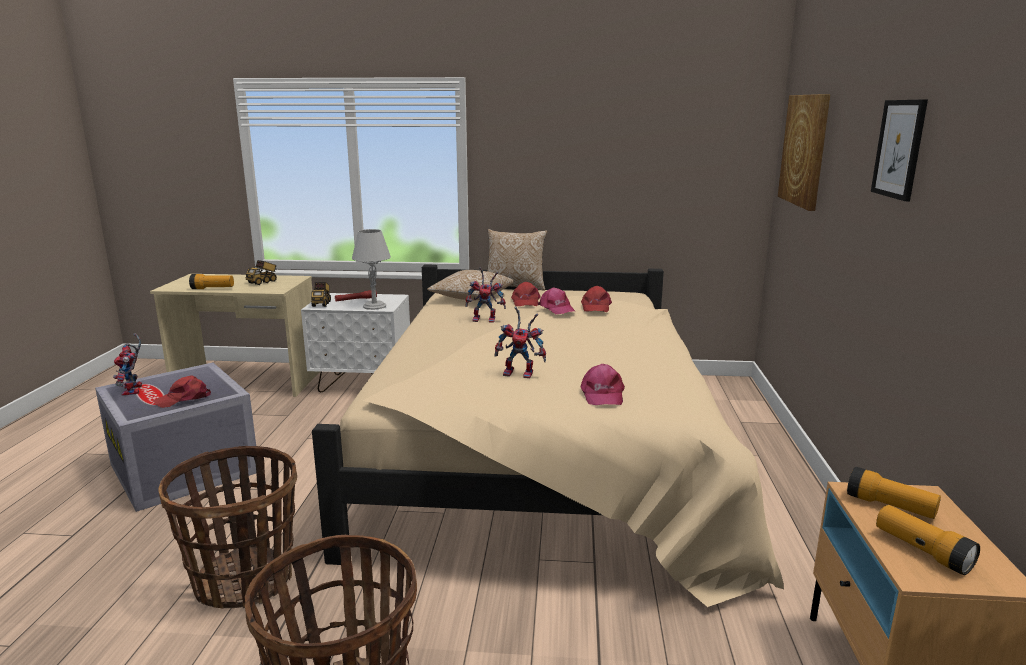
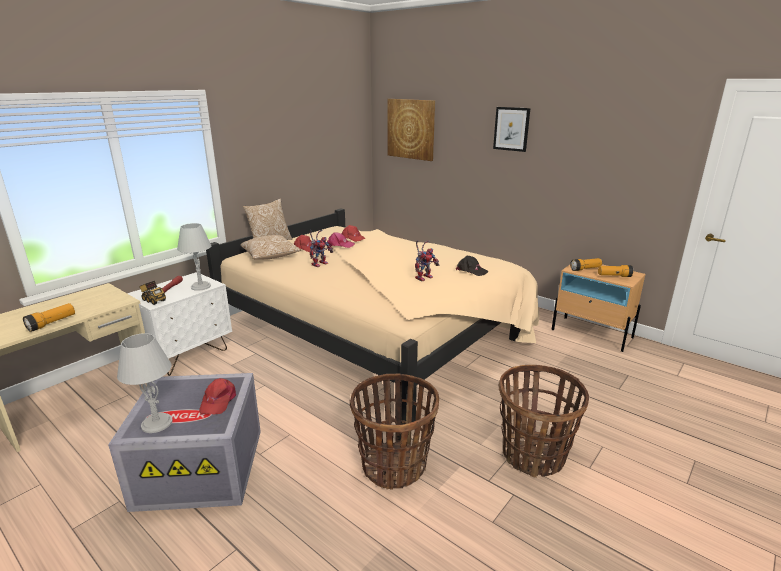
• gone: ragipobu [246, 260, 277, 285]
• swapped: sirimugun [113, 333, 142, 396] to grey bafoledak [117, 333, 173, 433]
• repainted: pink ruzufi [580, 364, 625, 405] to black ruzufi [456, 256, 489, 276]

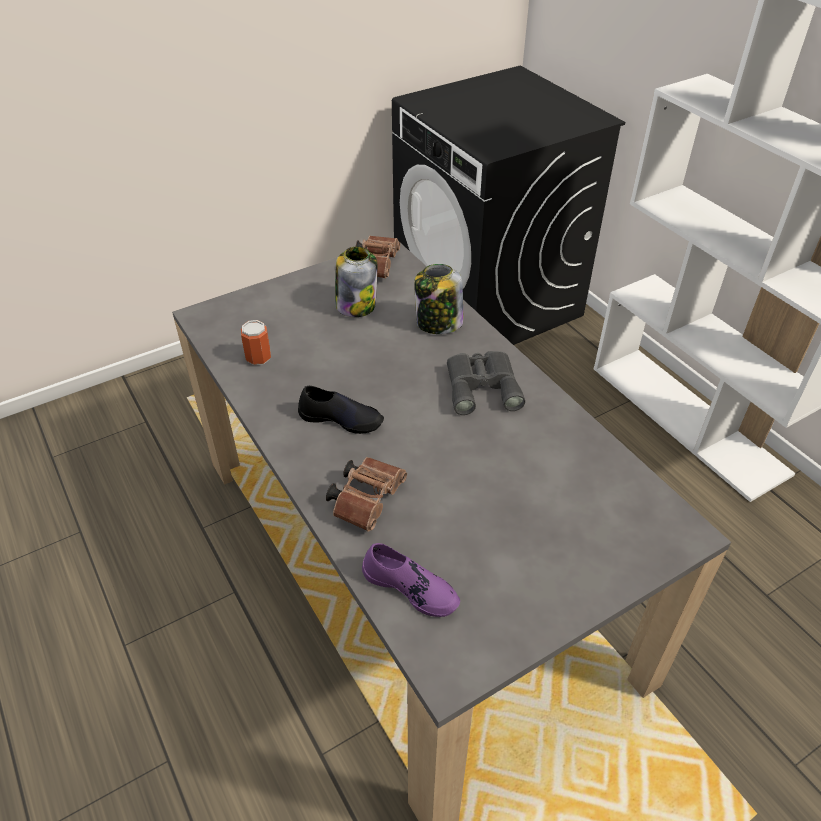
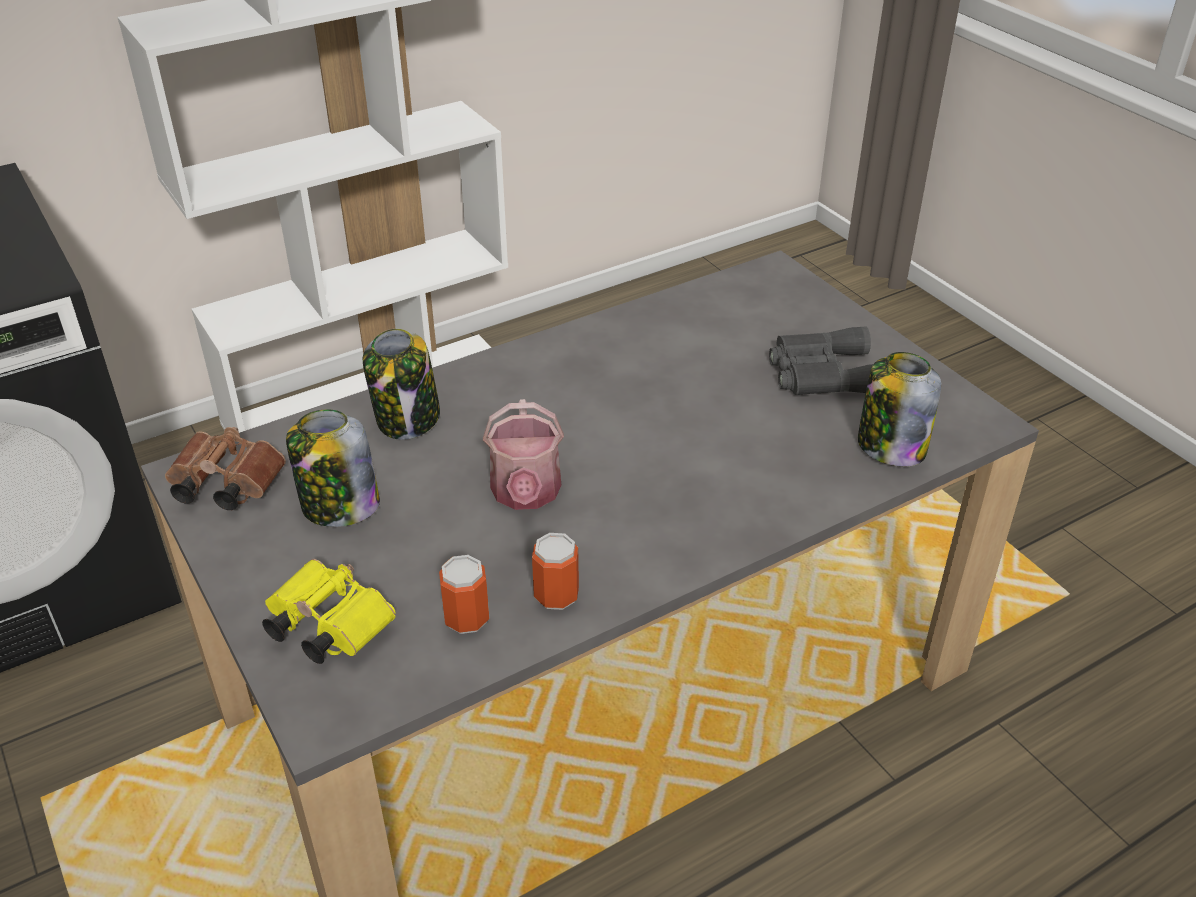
• shifted: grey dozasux [447, 351, 525, 415] to [769, 327, 873, 395]
• gone: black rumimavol [298, 386, 384, 434]
• gone: brown dozasux [326, 457, 407, 531]
• swapped: purple rumimavol [362, 543, 460, 617] to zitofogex [858, 352, 941, 467]
• new: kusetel [483, 399, 564, 510]
• new: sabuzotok [532, 533, 579, 610]
• new: yellow dozasux [262, 559, 396, 664]

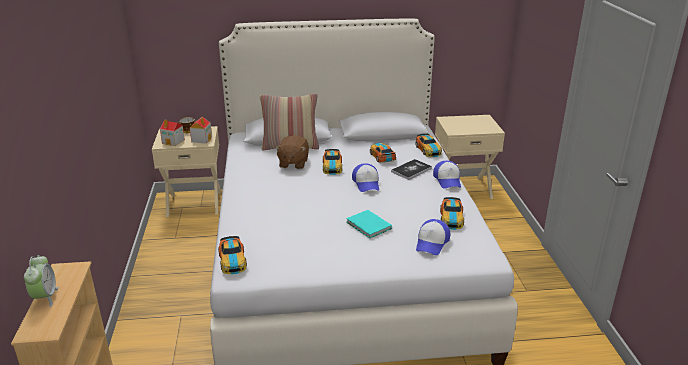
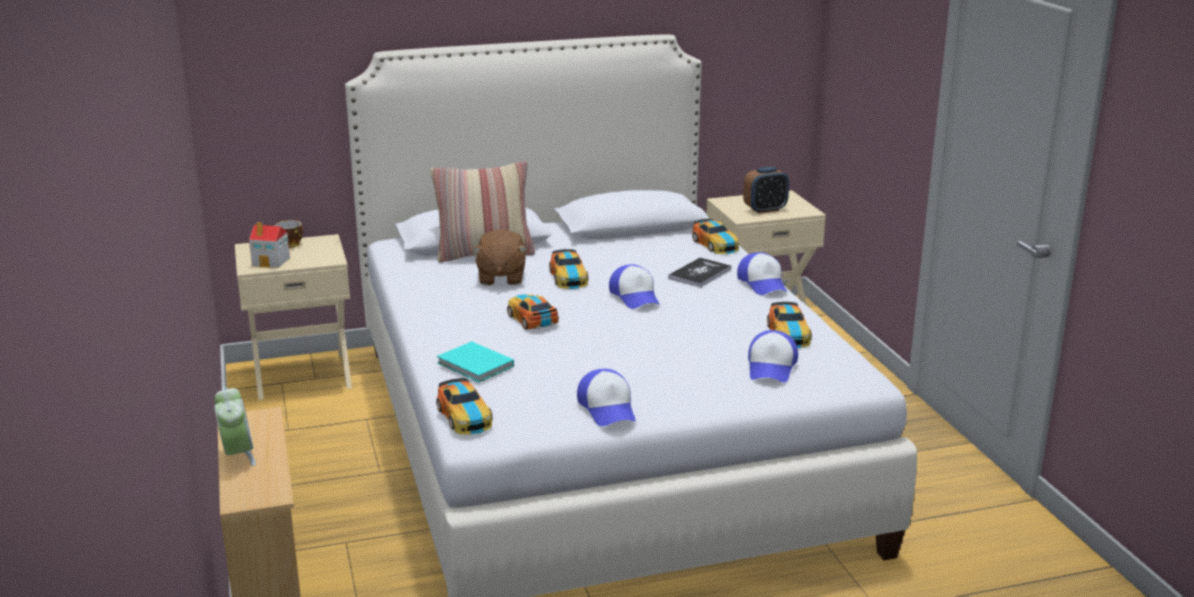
• gone: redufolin [190, 117, 212, 144]
• shifted: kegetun [370, 143, 396, 163] to [507, 294, 559, 329]
• shifted: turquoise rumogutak [346, 210, 392, 239] to [437, 341, 514, 382]
• new: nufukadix [743, 166, 789, 214]
• new: ruzufi [577, 369, 636, 426]

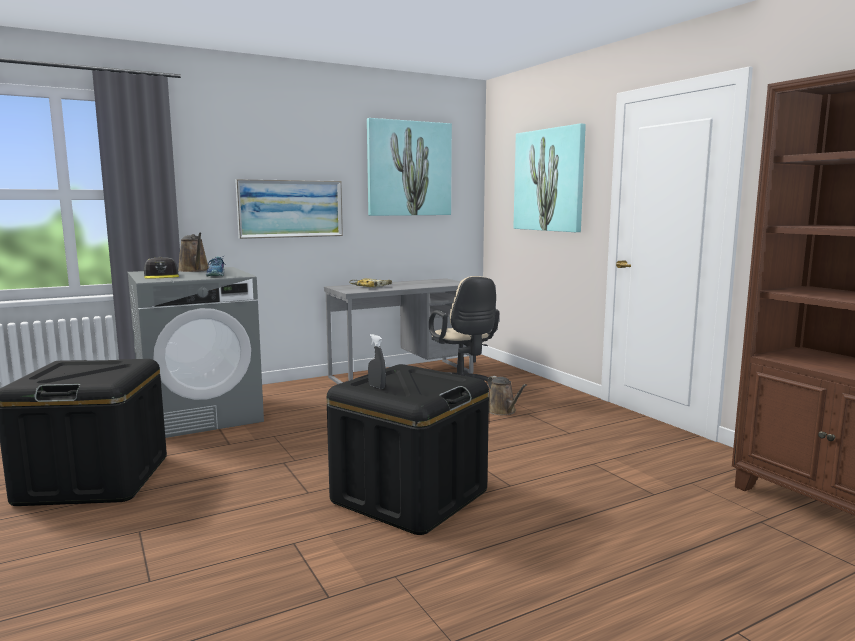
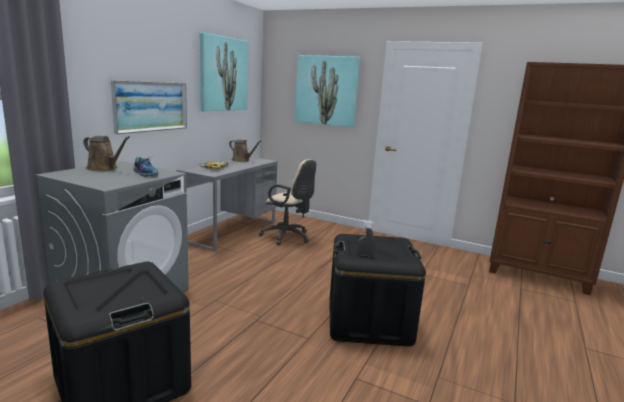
• gone: grey ruzufi [144, 257, 179, 279]
• shifted: brown kusetel [488, 376, 527, 415] to [229, 140, 262, 162]

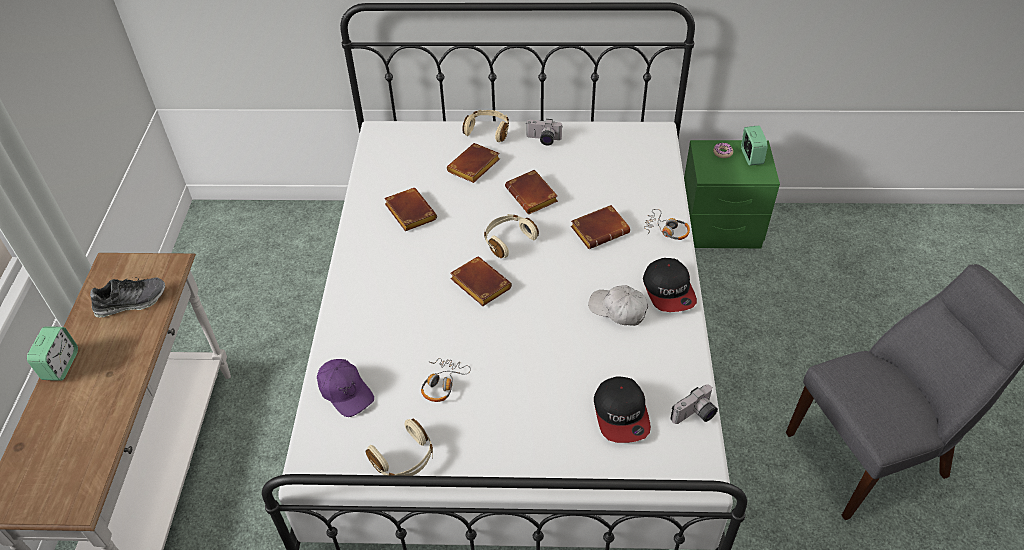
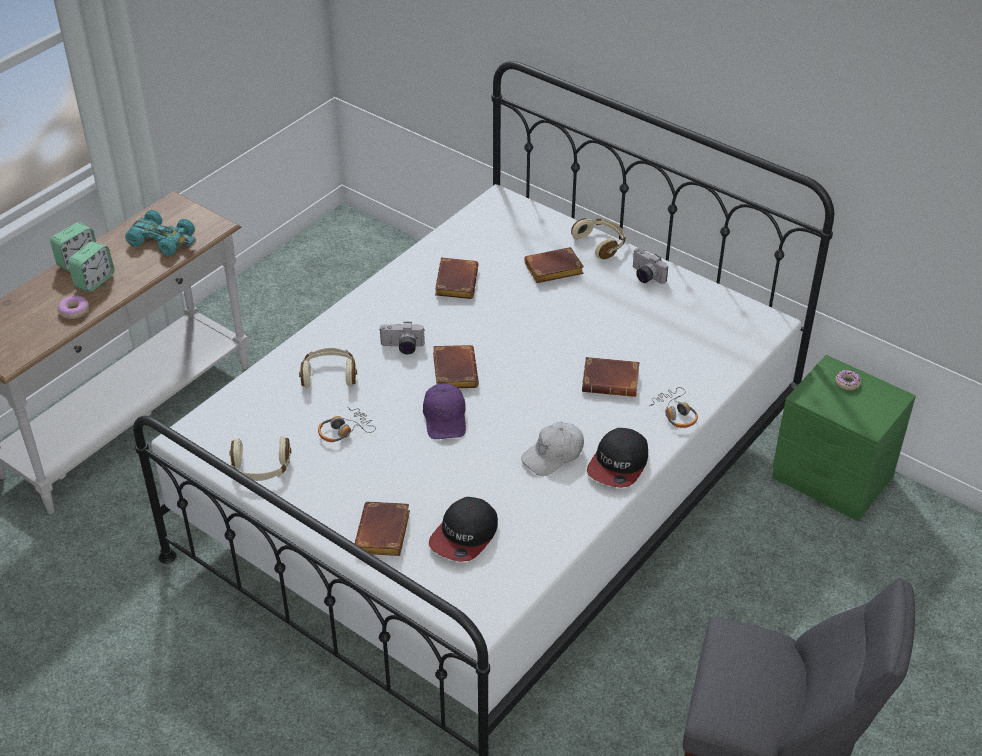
• shifted: nufukadix [741, 126, 768, 166] to [68, 241, 114, 292]
• shifted: brown rumogutak [505, 169, 558, 214] to [355, 502, 410, 556]
• shifted: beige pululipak [484, 214, 539, 258] to [299, 348, 357, 388]
• swapped: rumimavol [90, 278, 165, 318] to turquoise kegetun [125, 210, 195, 256]
• rotated: white ruzufi [588, 285, 648, 326] = [521, 422, 584, 476] 105 degrees counterclockwise
• shifted: purple ruzufi [317, 359, 374, 417] to [423, 383, 466, 439]
• shifted: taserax [671, 384, 718, 424] to [379, 322, 425, 354]
• new: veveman [57, 296, 89, 319]

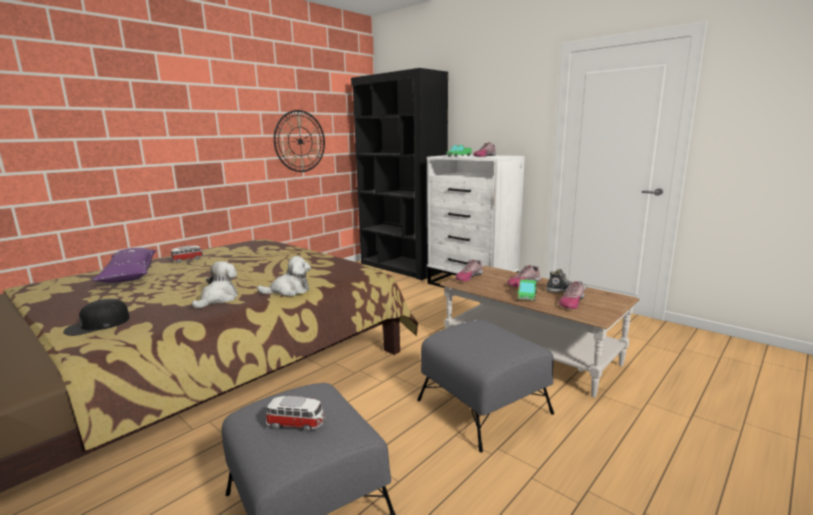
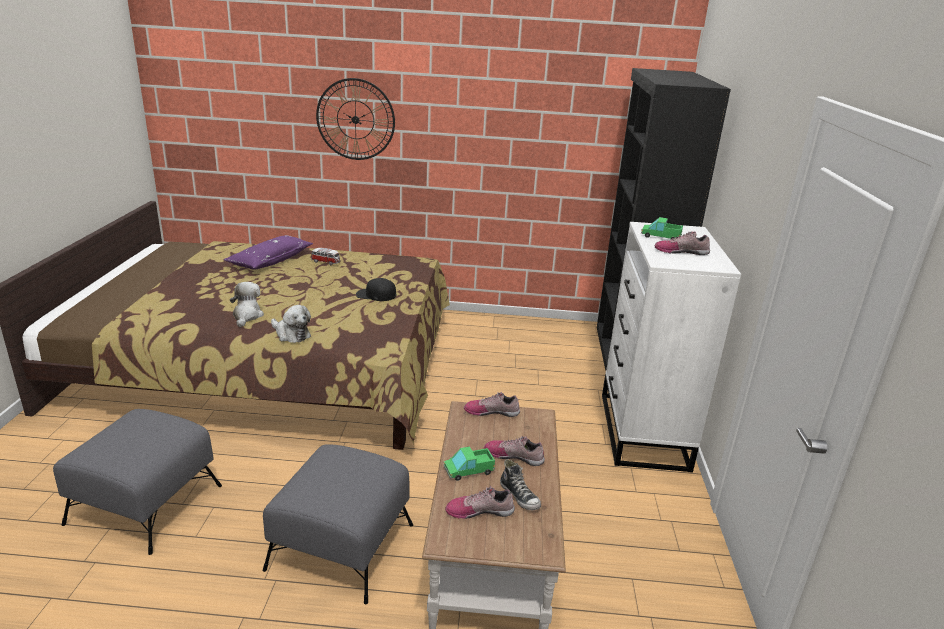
• shifted: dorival [274, 110, 325, 172] to [316, 78, 395, 160]
• rotated: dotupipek [192, 261, 238, 309] = [230, 282, 264, 327] 75 degrees counterclockwise
• shifted: black ruzufi [63, 299, 130, 336] to [356, 278, 396, 301]
• gone: kegetun [266, 396, 325, 432]

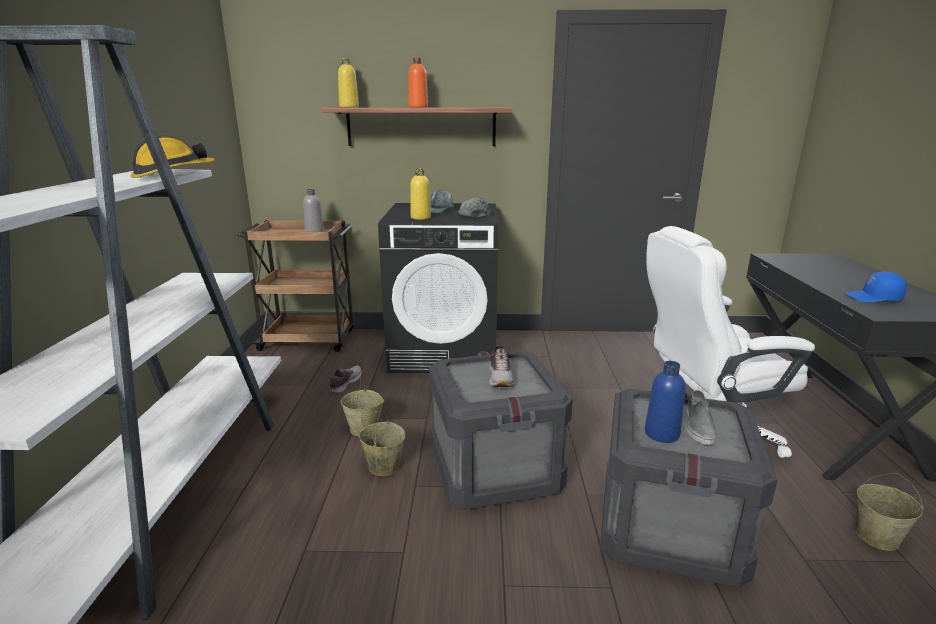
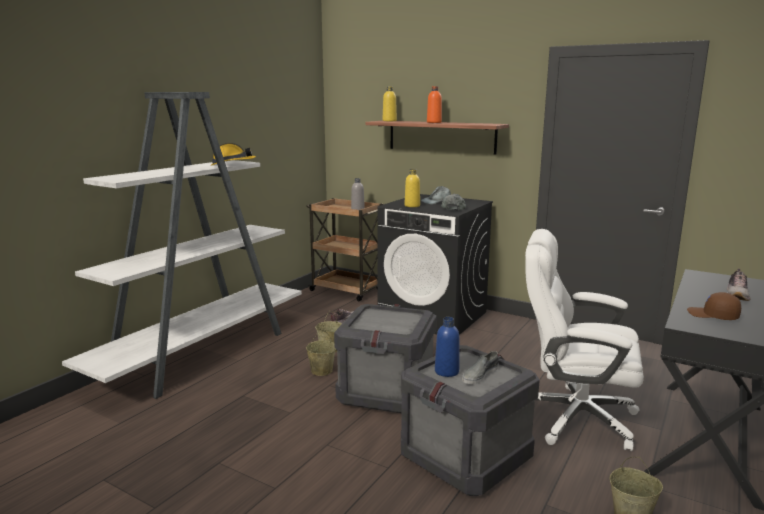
• repainted: blue ruzufi [845, 272, 907, 302] to brown ruzufi [687, 292, 741, 320]
• shifted: rumimavol [489, 342, 515, 387] to [727, 269, 750, 301]

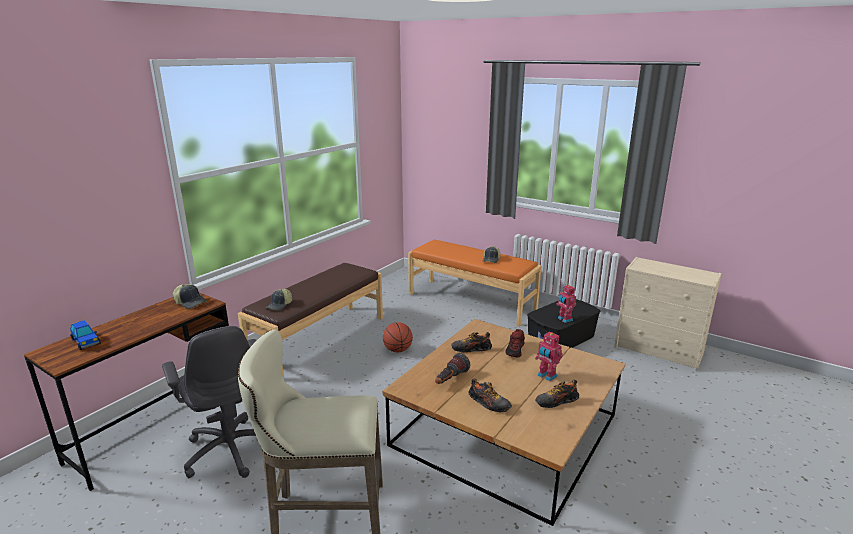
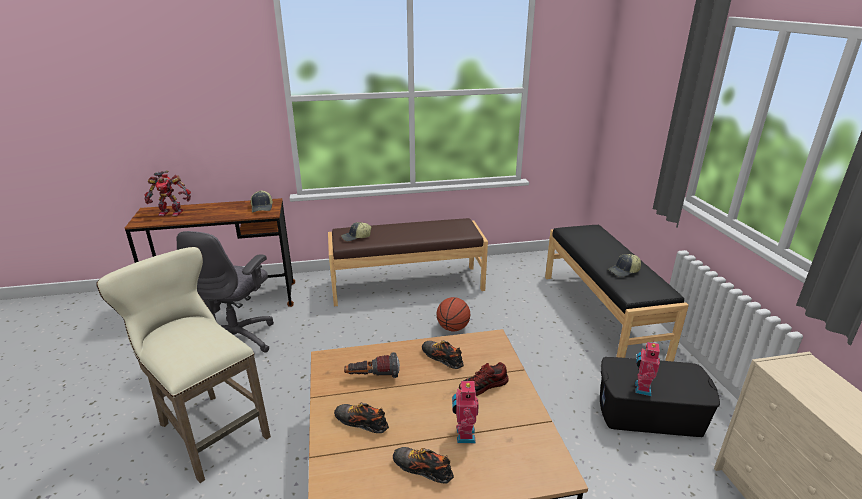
• repainted: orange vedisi [408, 239, 542, 326] to black vedisi [545, 225, 689, 362]
• swapped: kegetun [70, 320, 100, 350] to sirimugun [144, 170, 191, 216]
• rotated: rumimavol [468, 378, 512, 413] = [334, 402, 389, 433] 120 degrees clockwise

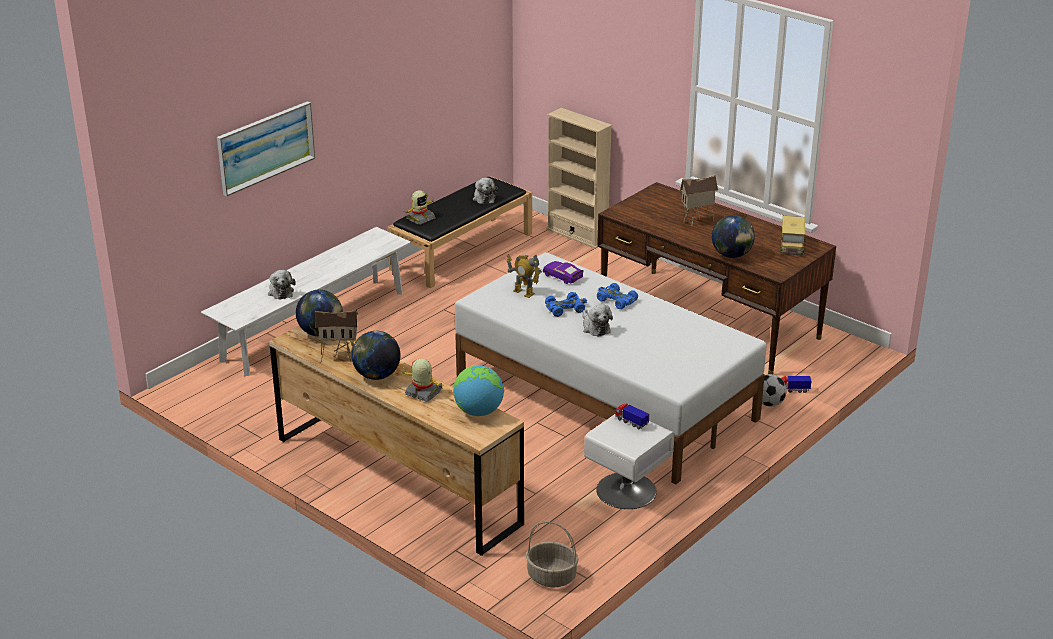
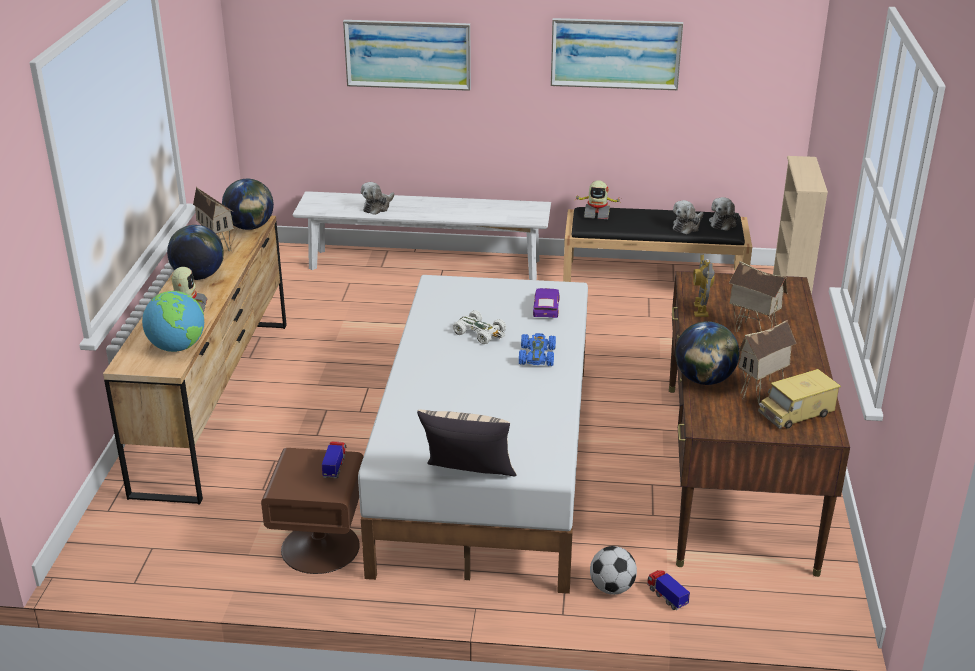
• shifted: sirimugun [507, 254, 542, 298] to [693, 255, 715, 317]
• repainted: blue kegetun [545, 292, 587, 317] to white kegetun [453, 310, 506, 344]
• shifted: dotupipek [582, 304, 613, 337] to [709, 197, 739, 231]
• repainted: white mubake [584, 414, 675, 509] to brown mubake [261, 448, 364, 574]
• gone: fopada [526, 522, 578, 587]
• new: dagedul [551, 18, 683, 90]
• new: redufolin [738, 320, 797, 404]
• new: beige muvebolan [417, 410, 517, 476]

